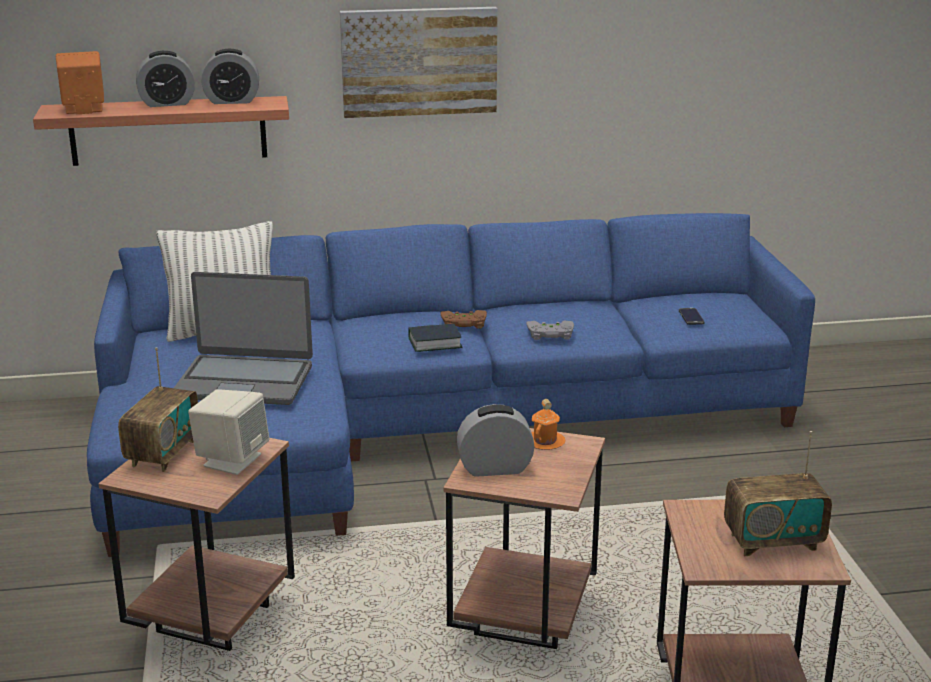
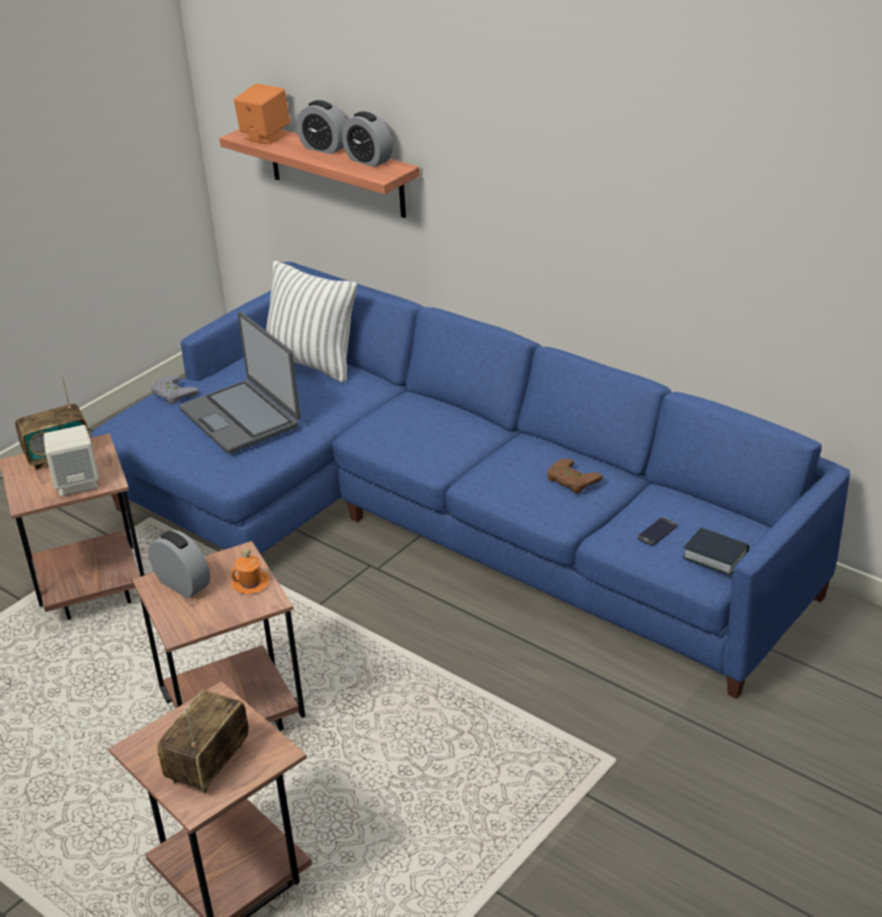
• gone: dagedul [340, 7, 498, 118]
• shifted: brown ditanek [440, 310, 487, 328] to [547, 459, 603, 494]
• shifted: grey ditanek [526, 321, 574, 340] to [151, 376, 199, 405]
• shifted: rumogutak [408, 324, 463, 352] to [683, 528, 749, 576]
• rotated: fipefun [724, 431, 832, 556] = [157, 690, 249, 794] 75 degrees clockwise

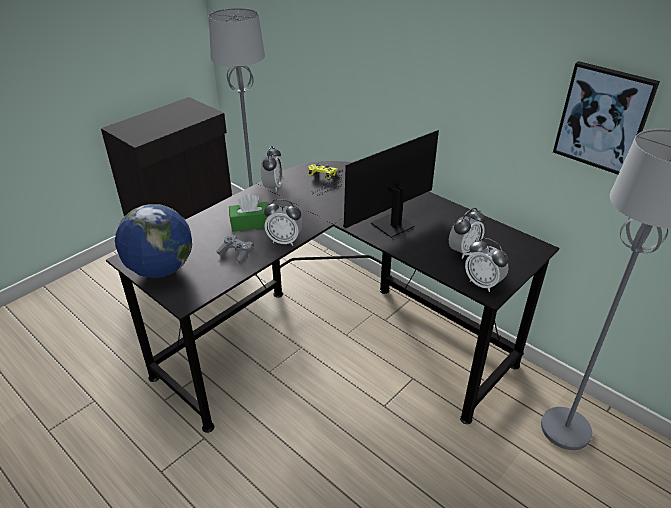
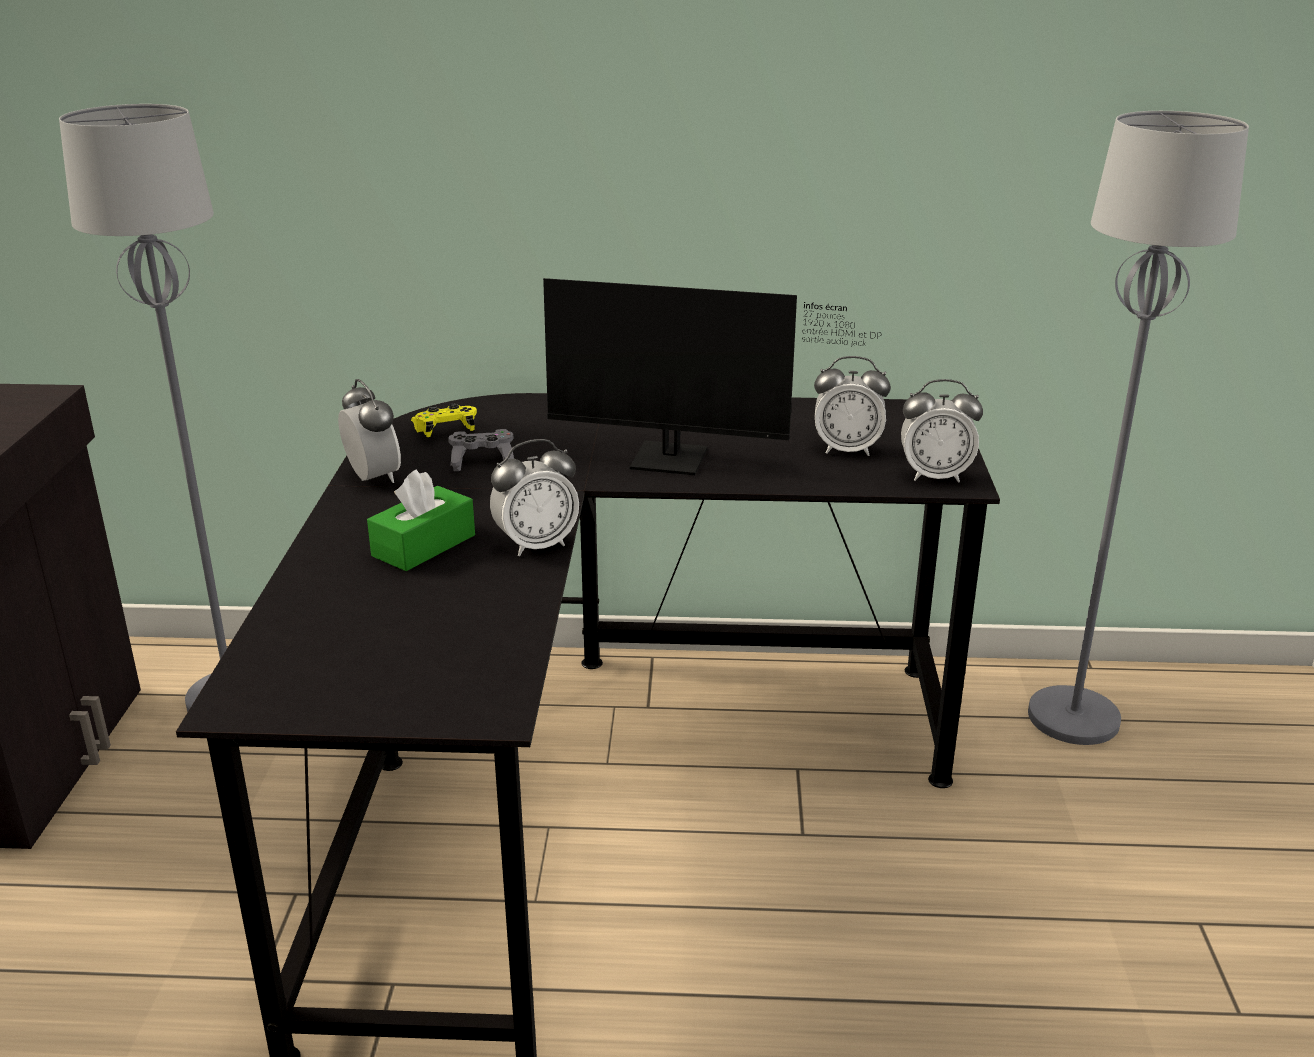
• gone: dagedul [553, 61, 660, 175]
• rotated: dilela [312, 130, 439, 238] = [543, 278, 882, 475] 90 degrees counterclockwise
• gone: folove [115, 204, 192, 278]
• rotated: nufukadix [449, 208, 485, 259] = [814, 356, 891, 456] 90 degrees clockwise
• shifted: grey ditanek [216, 235, 254, 264] to [448, 429, 514, 471]

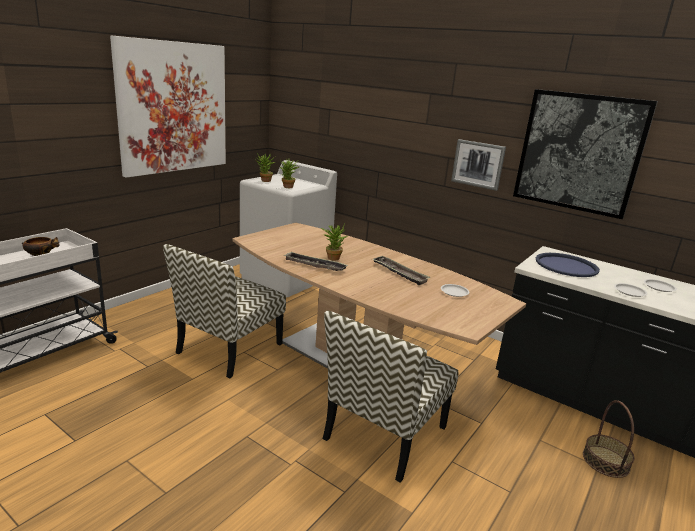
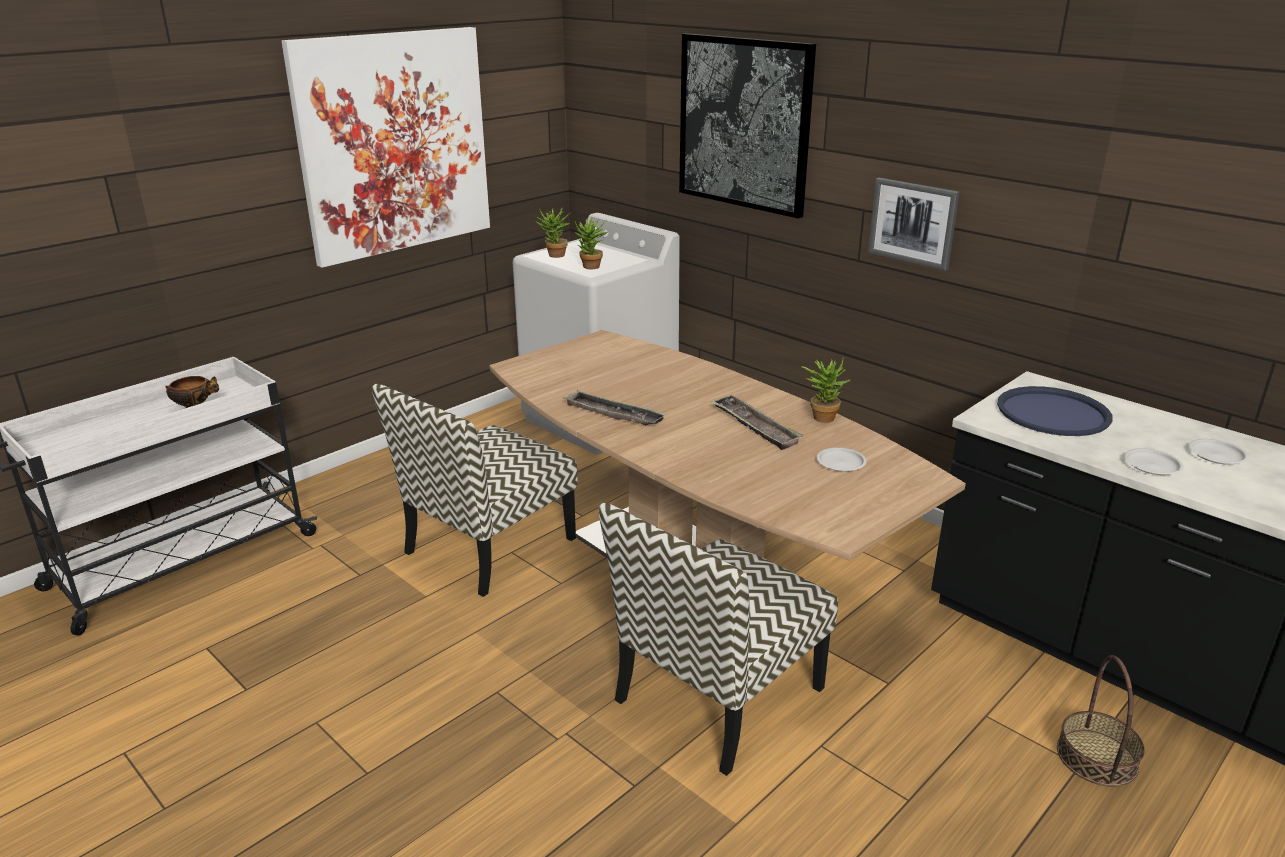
• shifted: dagedul [513, 89, 658, 219] to [679, 33, 816, 219]
• shifted: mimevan [321, 223, 348, 261] to [801, 357, 850, 423]

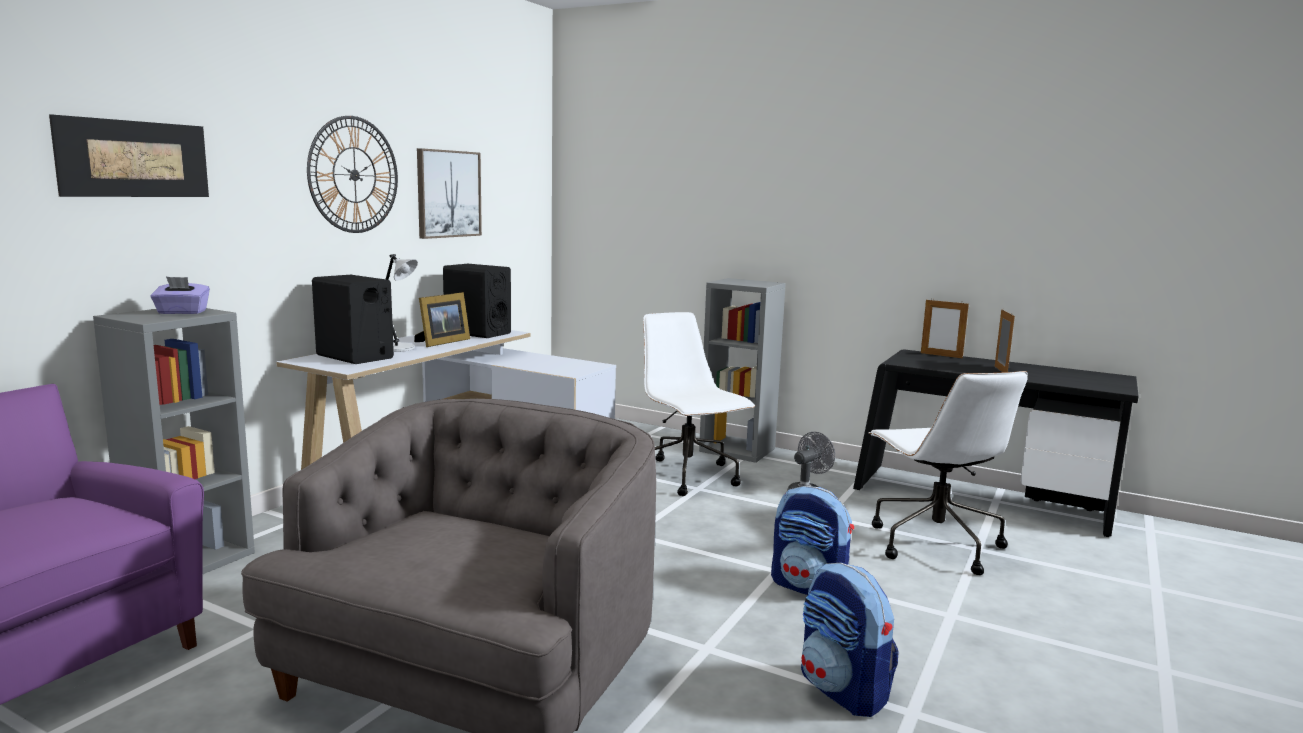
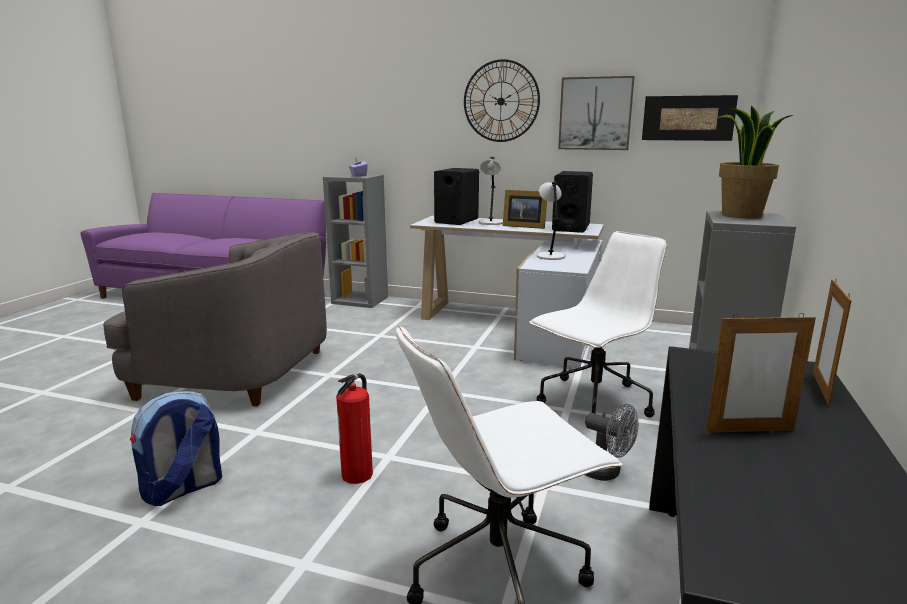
• shifted: dagedul [49, 114, 209, 197] to [642, 95, 738, 141]
• swapped: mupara [771, 486, 854, 595] to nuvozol [336, 373, 373, 484]
• new: mimevan [718, 105, 793, 218]
• new: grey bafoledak [537, 182, 565, 260]

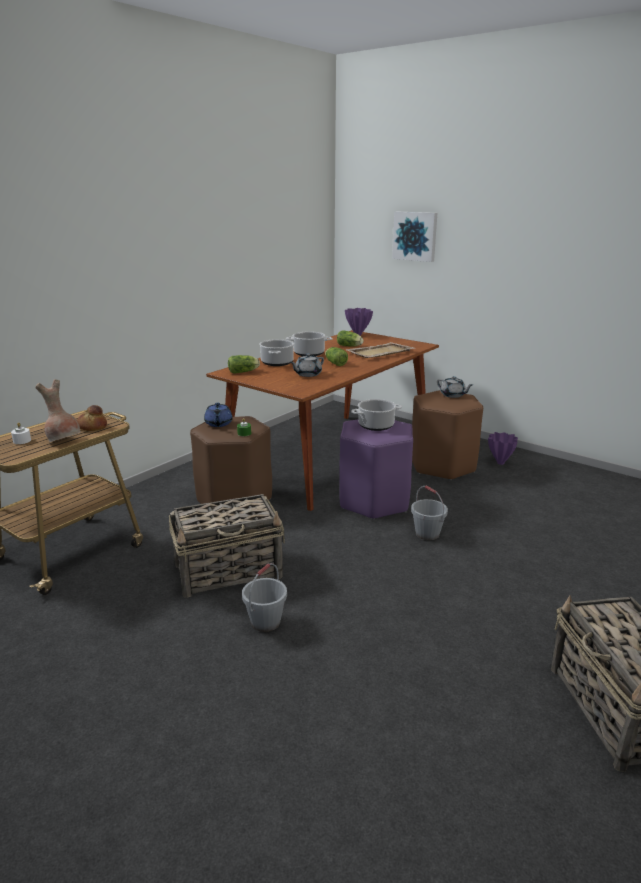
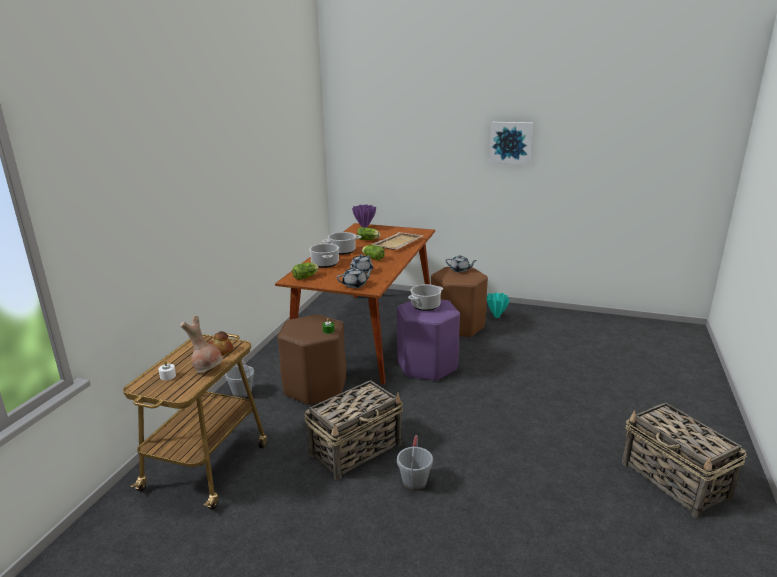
• shifted: dagedul [392, 212, 437, 262] to [489, 122, 533, 164]
• gone: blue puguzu [204, 403, 233, 427]
• repainted: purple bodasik [488, 432, 518, 465] to turquoise bodasik [487, 293, 510, 318]
• shifted: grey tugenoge [411, 486, 448, 540] to [225, 359, 254, 398]
• new: grey puguzu [337, 267, 374, 288]

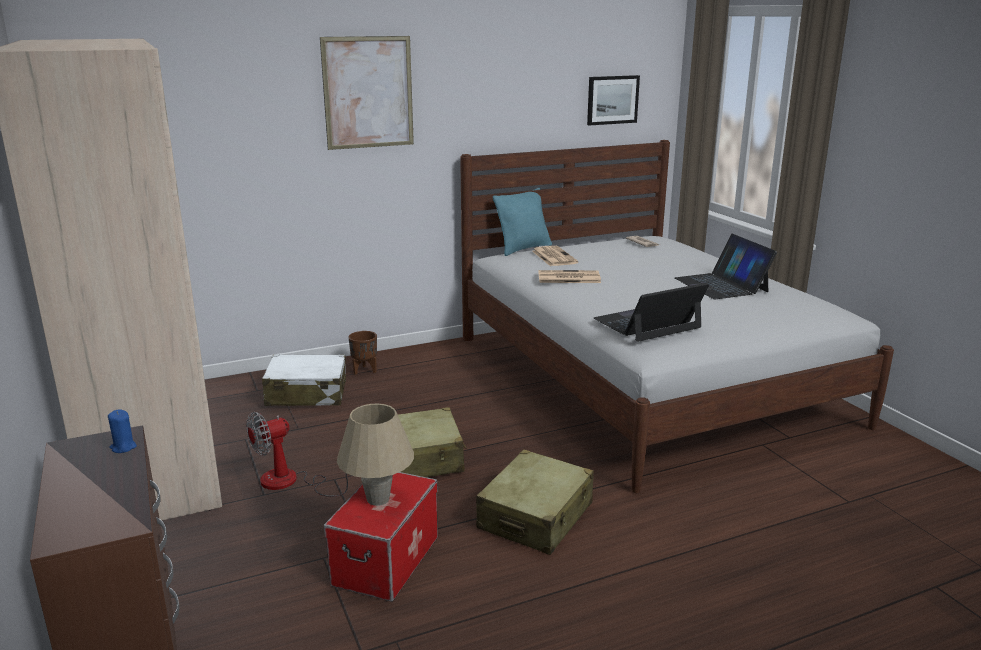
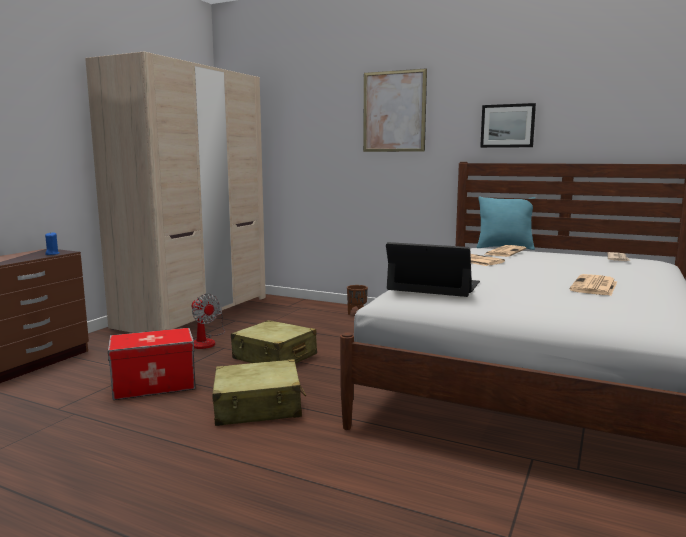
• shifted: dagedul [587, 75, 640, 125] to [480, 103, 536, 148]
• swapped: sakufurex [675, 234, 777, 299] to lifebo [570, 274, 617, 296]
• gone: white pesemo [262, 354, 346, 406]
• gone: beige bafoledak [337, 404, 414, 506]
• rotated: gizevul [246, 412, 348, 497] = [192, 294, 225, 349] 150 degrees counterclockwise

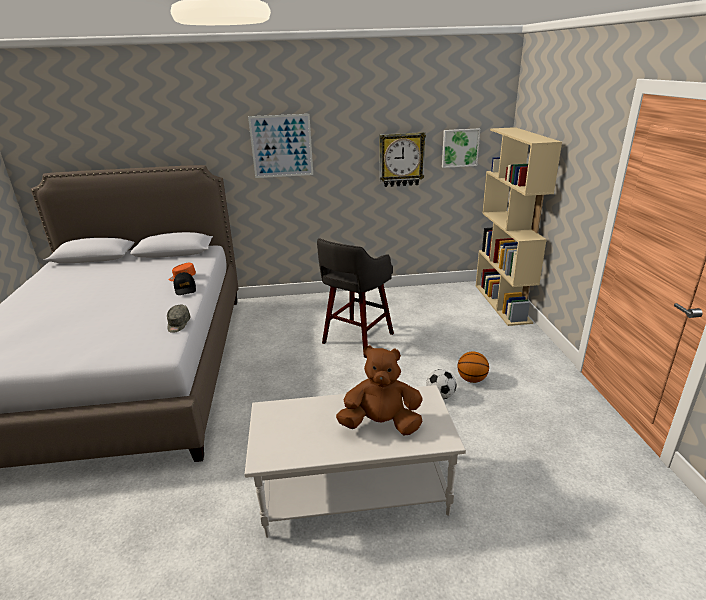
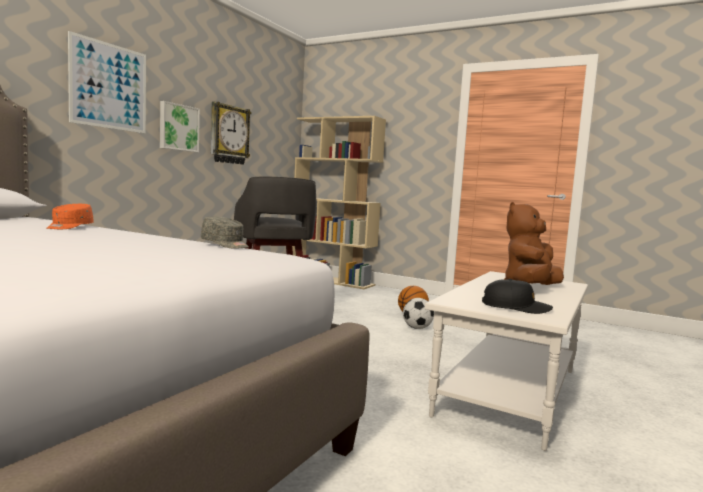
• shifted: dagedul [442, 128, 480, 168] to [160, 101, 200, 152]
• shifted: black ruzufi [174, 272, 196, 295] to [482, 279, 553, 314]

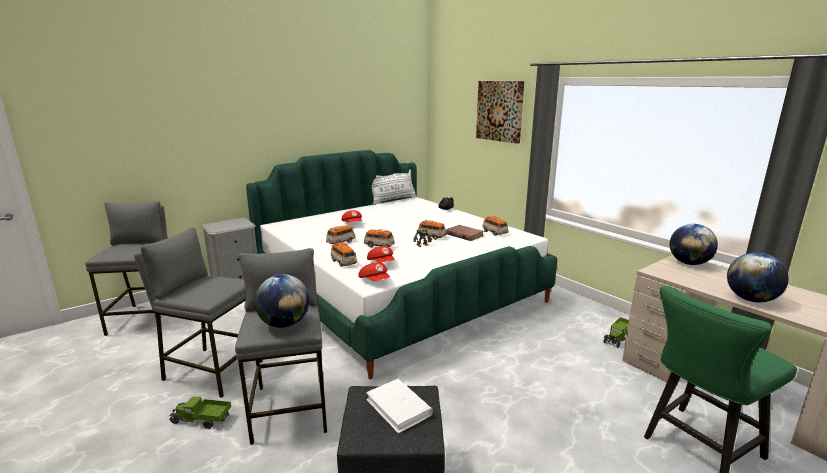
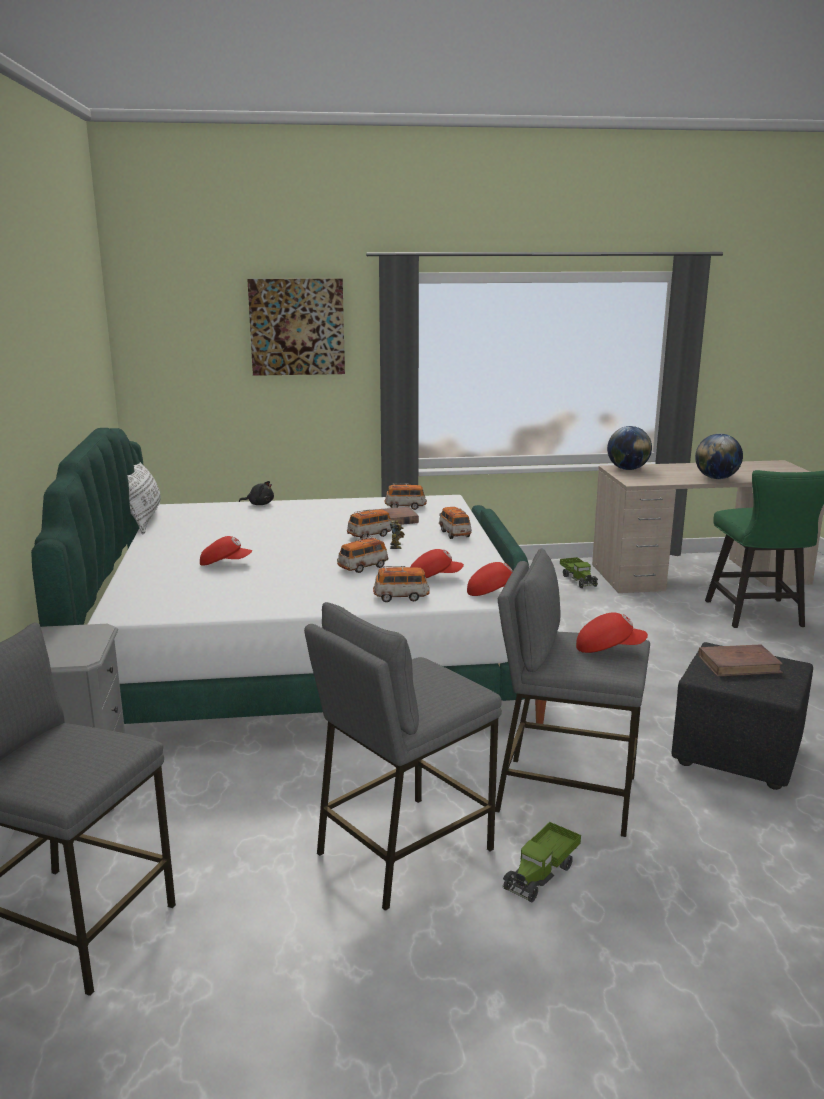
• shifted: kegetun [326, 225, 355, 244] to [439, 507, 472, 539]
• swapped: folove [255, 274, 309, 328] to red ruzufi [576, 612, 648, 653]
• repainted: white rumogutak [366, 379, 433, 433] to brown rumogutak [698, 644, 783, 677]

